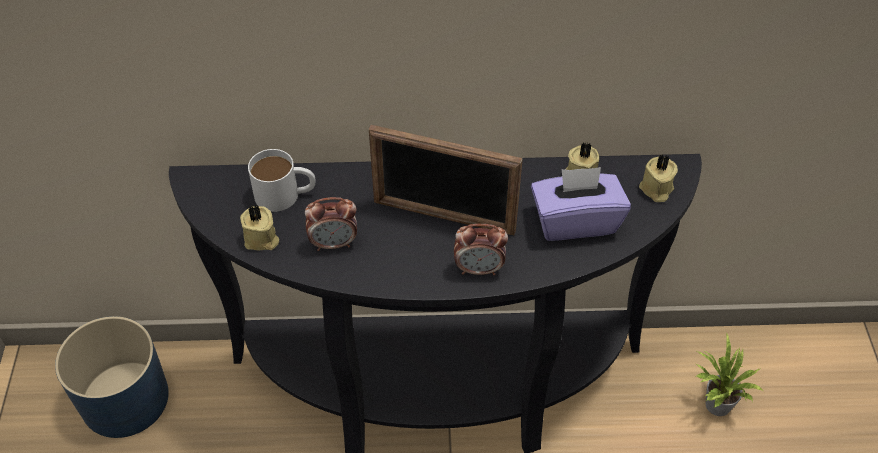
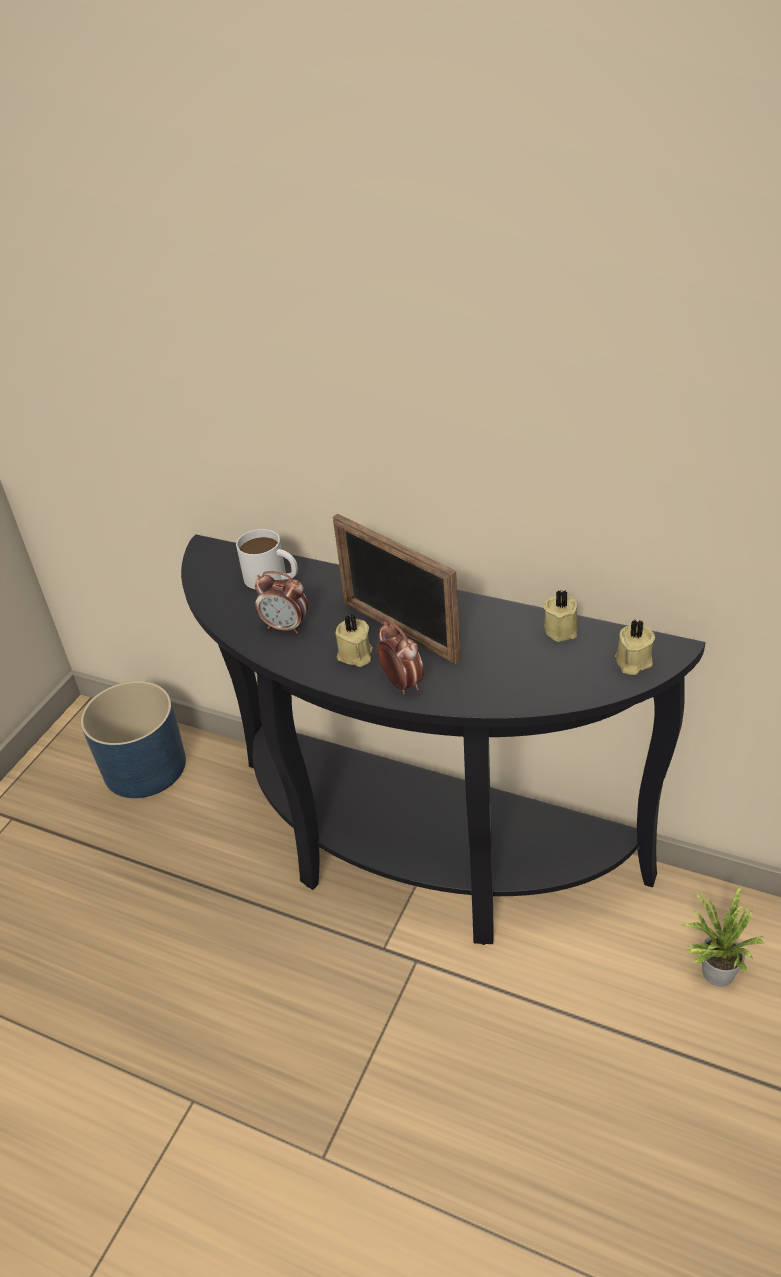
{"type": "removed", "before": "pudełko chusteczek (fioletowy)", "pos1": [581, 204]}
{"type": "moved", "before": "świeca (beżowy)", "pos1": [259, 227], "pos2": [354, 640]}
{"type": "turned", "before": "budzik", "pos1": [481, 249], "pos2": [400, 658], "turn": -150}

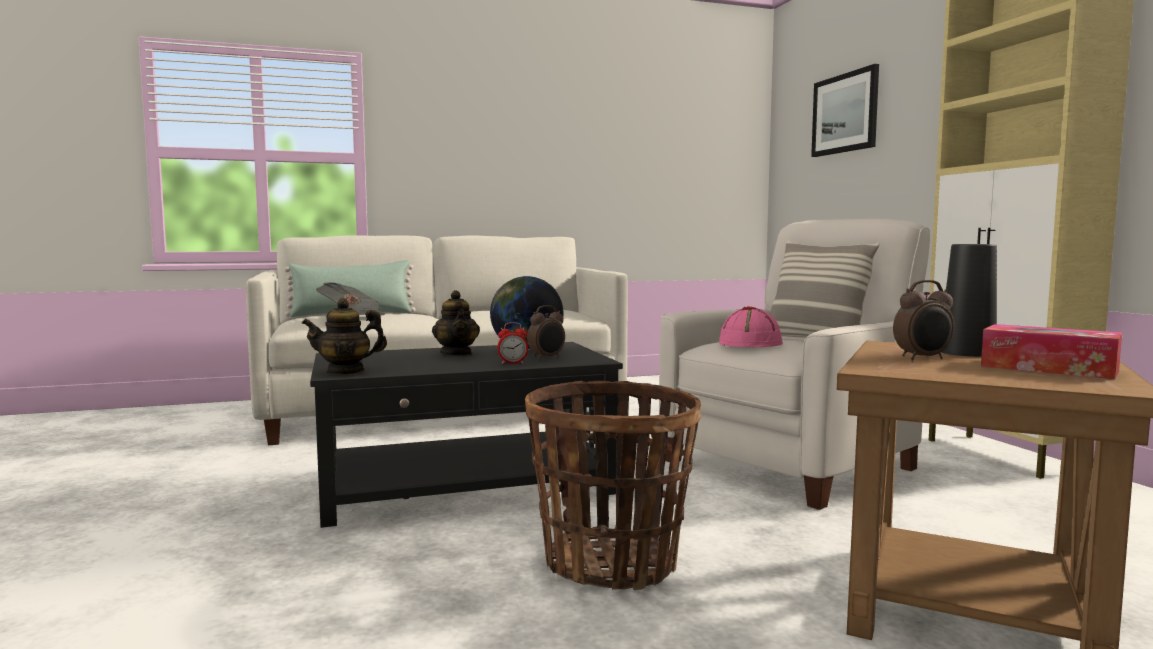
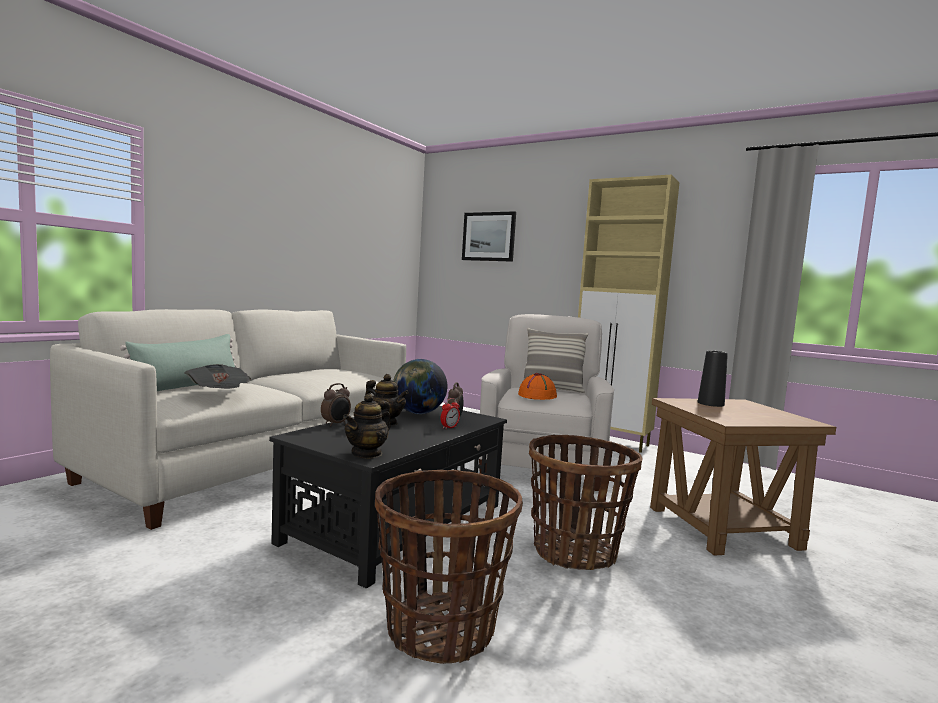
{"type": "removed", "before": "pudełko chusteczek", "pos1": [1051, 351]}
{"type": "added", "after": "koszyk", "pos2": [449, 567]}
{"type": "moved", "before": "budzik", "pos1": [924, 320], "pos2": [336, 404]}
{"type": "recoloured", "before": "kapelusz (różowy)", "after": "kapelusz (pomarańczowy)", "pos1": [751, 326], "pos2": [537, 386]}

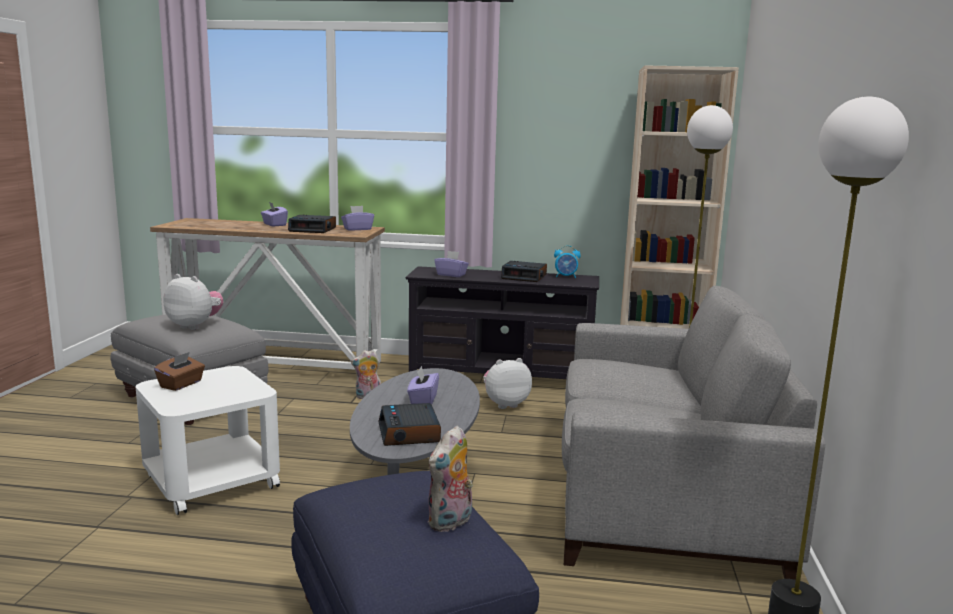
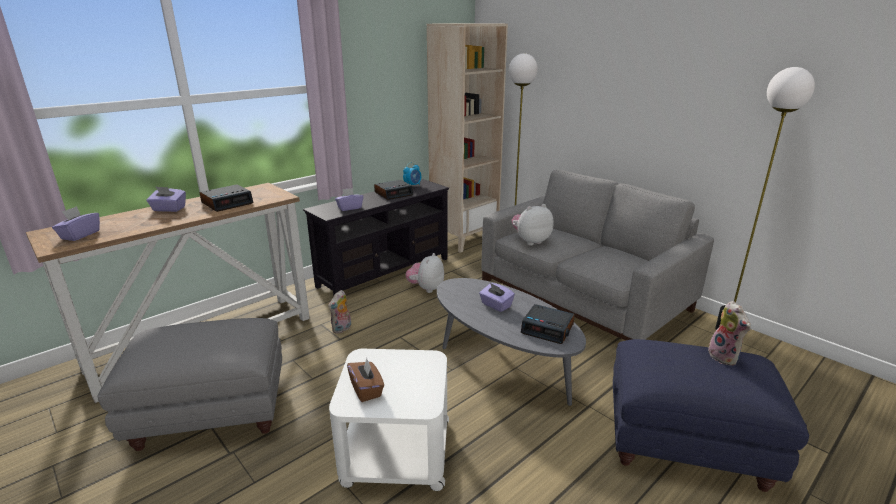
{"type": "moved", "before": "pluszak", "pos1": [193, 302], "pos2": [533, 224]}
{"type": "moved", "before": "pudełko chusteczek (fioletowy)", "pos1": [357, 218], "pos2": [76, 223]}

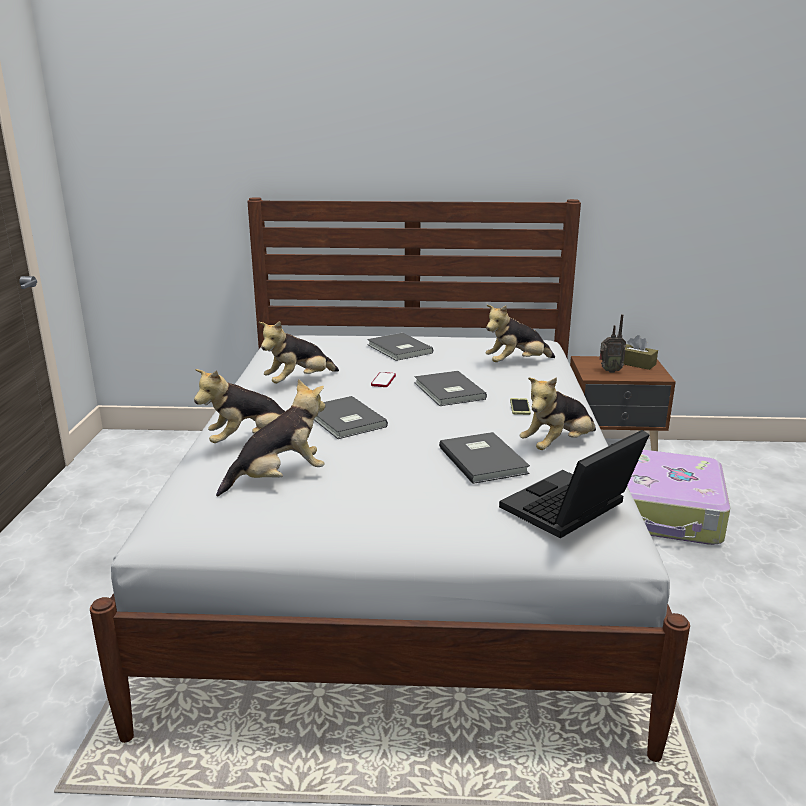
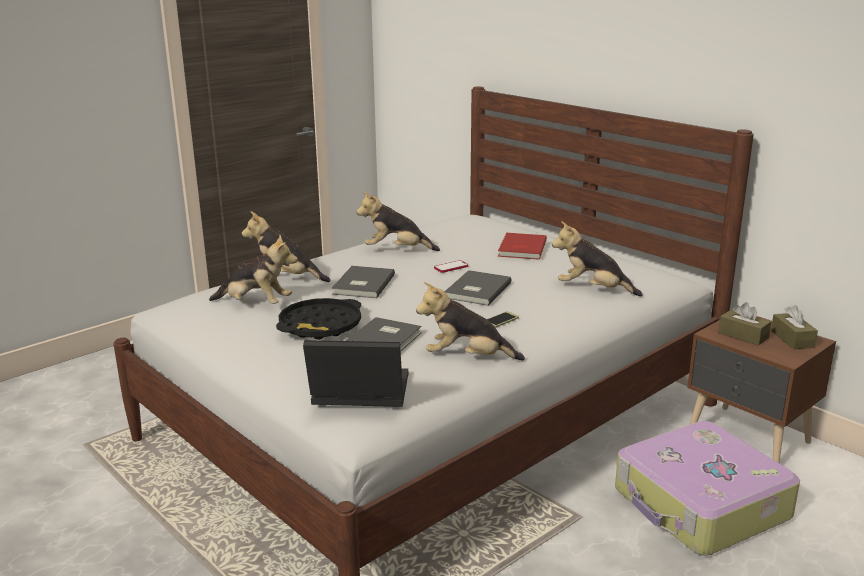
{"type": "added", "after": "taca (czarny)", "pos2": [318, 319]}
{"type": "replaced", "before": "radio", "after": "pudełko chusteczek (brązowy)", "pos1": [612, 343], "pos2": [744, 324]}
{"type": "recoloured", "before": "książka (szary)", "after": "książka (czerwony)", "pos1": [400, 347], "pos2": [522, 246]}

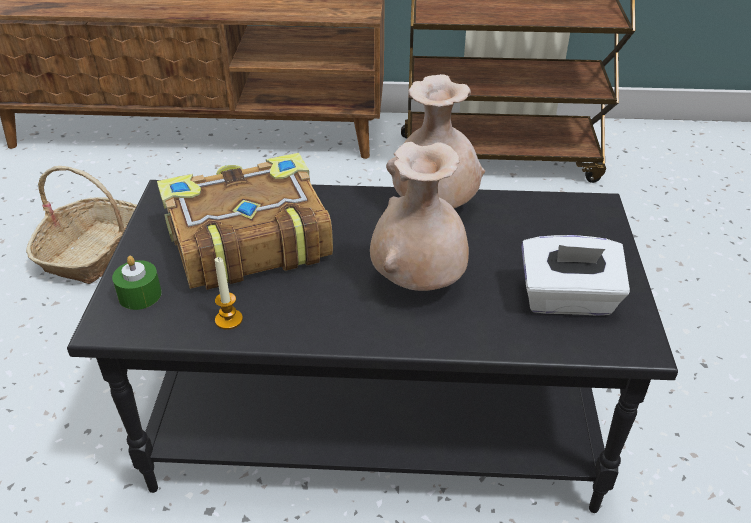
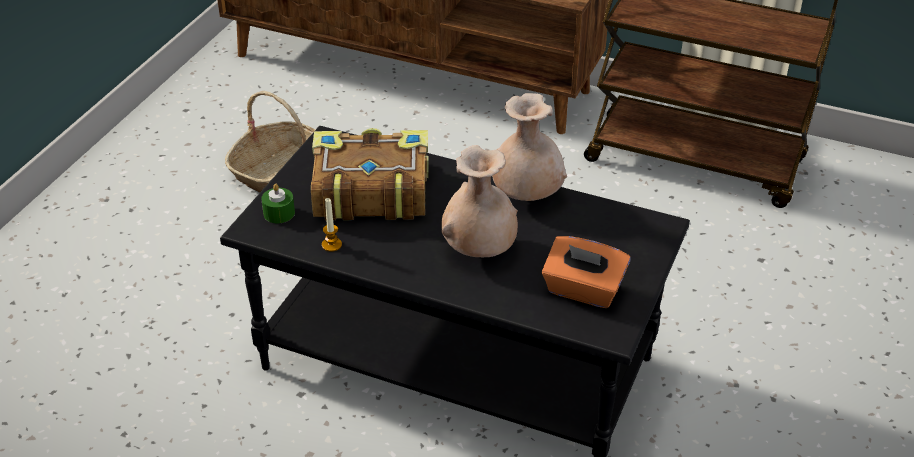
{"type": "recoloured", "before": "pudełko chusteczek (biały)", "after": "pudełko chusteczek (pomarańczowy)", "pos1": [575, 275], "pos2": [586, 272]}

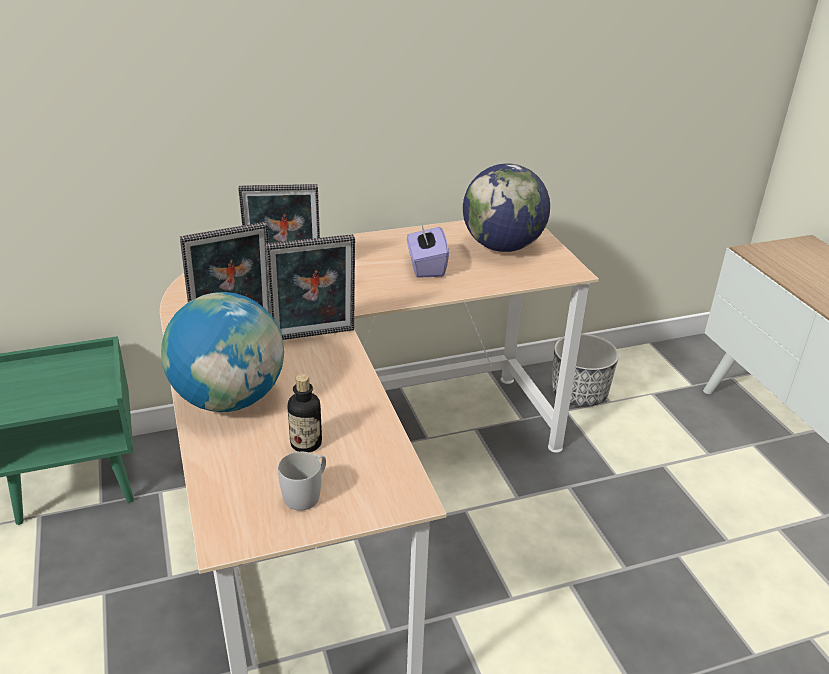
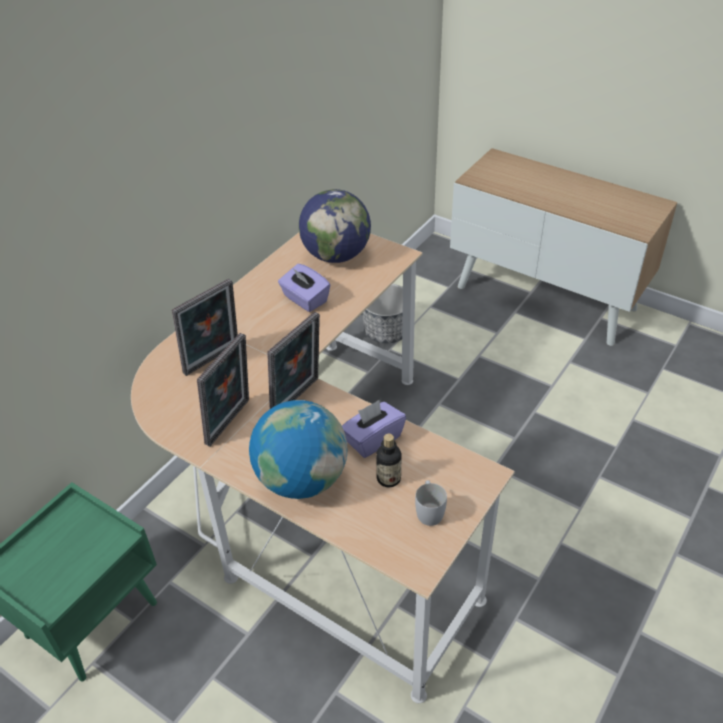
{"type": "added", "after": "pudełko chusteczek (fioletowy)", "pos2": [374, 429]}

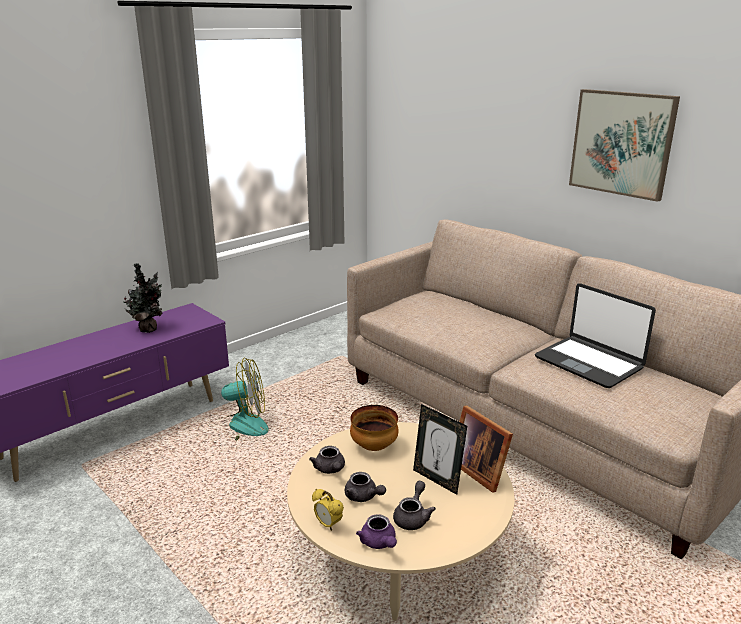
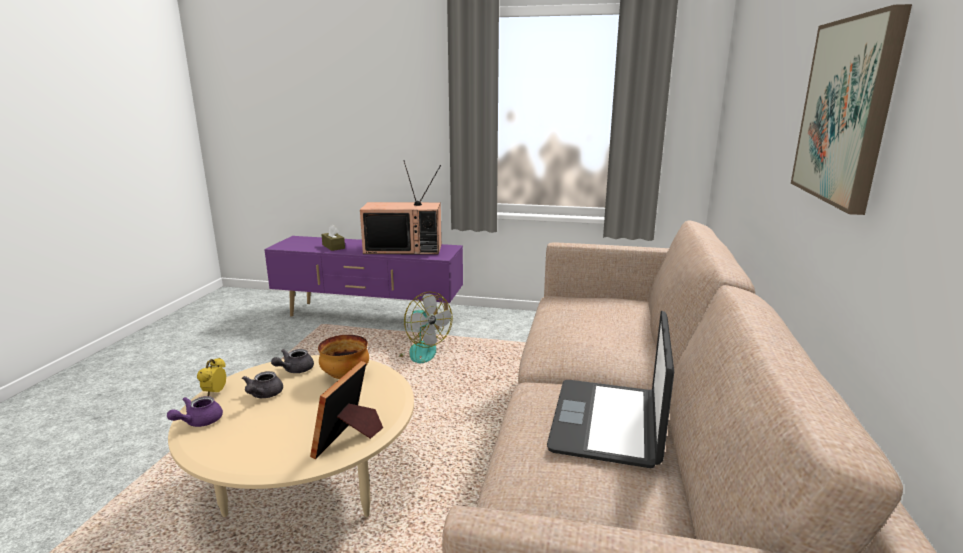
{"type": "removed", "before": "imbryk (szary)", "pos1": [414, 505]}
{"type": "removed", "before": "ramka na zdjęcie", "pos1": [440, 449]}
{"type": "added", "after": "pudełko chusteczek (brązowy)", "pos2": [333, 238]}
{"type": "replaced", "before": "roślina doniczkowa", "after": "telewizor", "pos1": [142, 298], "pos2": [401, 207]}

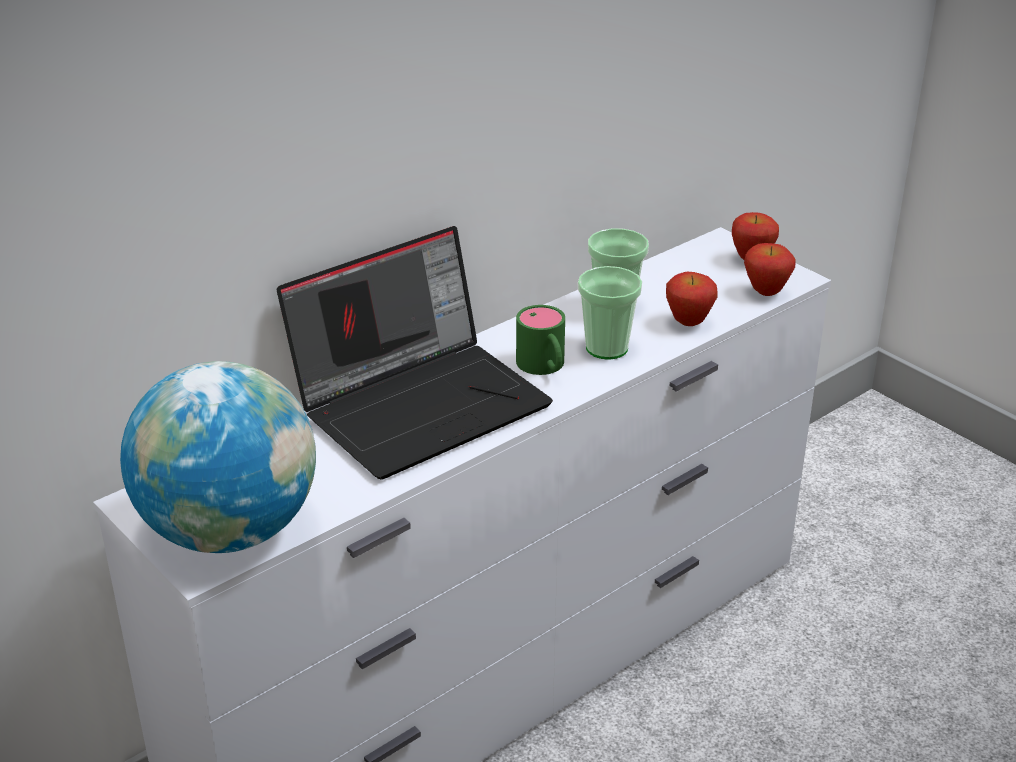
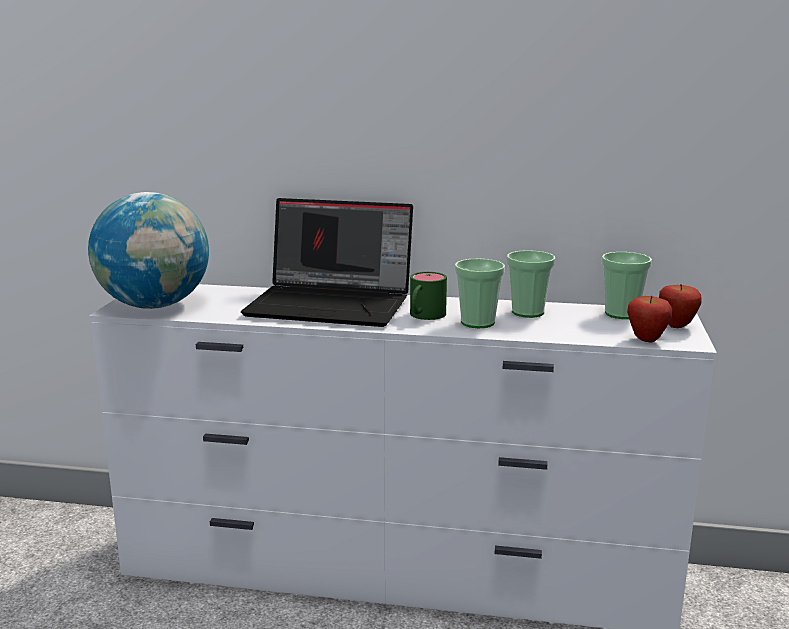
{"type": "removed", "before": "jabłko", "pos1": [691, 299]}
{"type": "added", "after": "filiżanka", "pos2": [626, 285]}

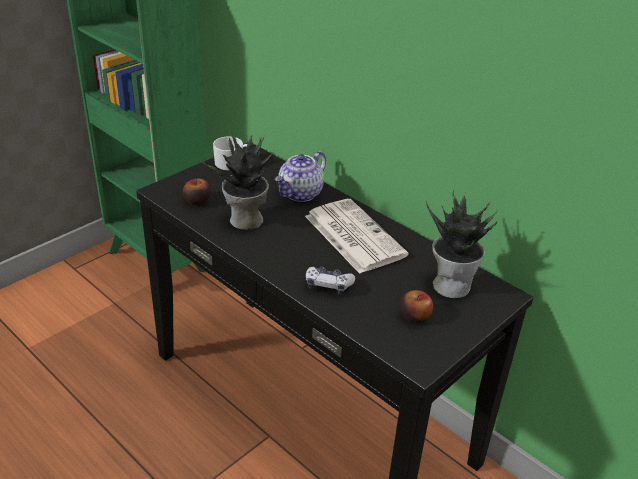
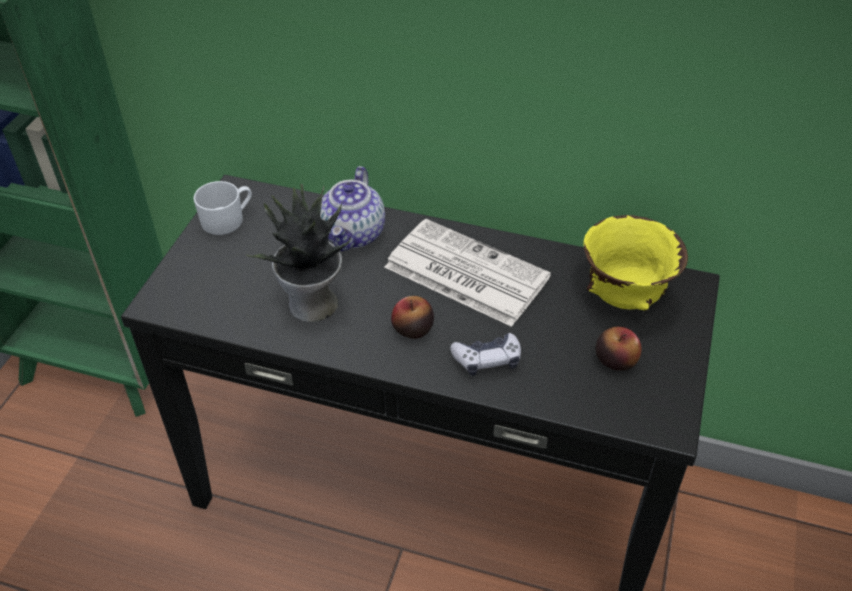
{"type": "moved", "before": "jabłko", "pos1": [197, 192], "pos2": [412, 317]}
{"type": "replaced", "before": "roślina doniczkowa", "after": "miska (żółty)", "pos1": [462, 244], "pos2": [635, 262]}

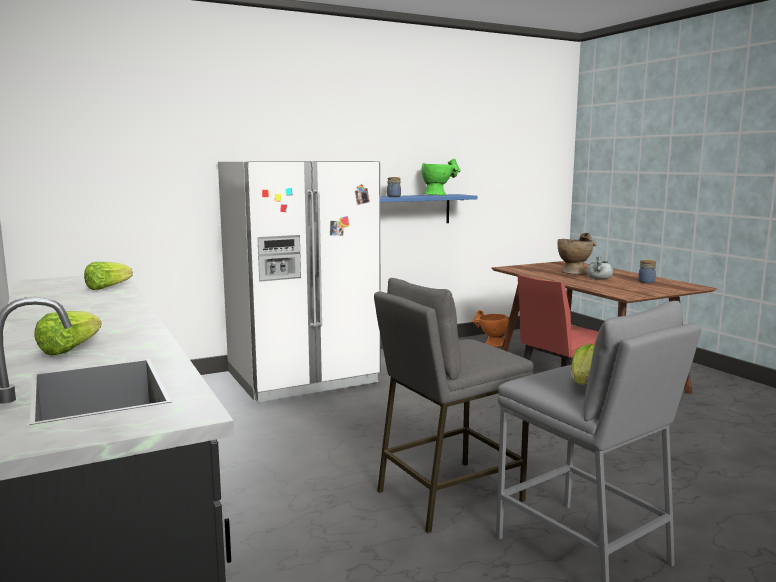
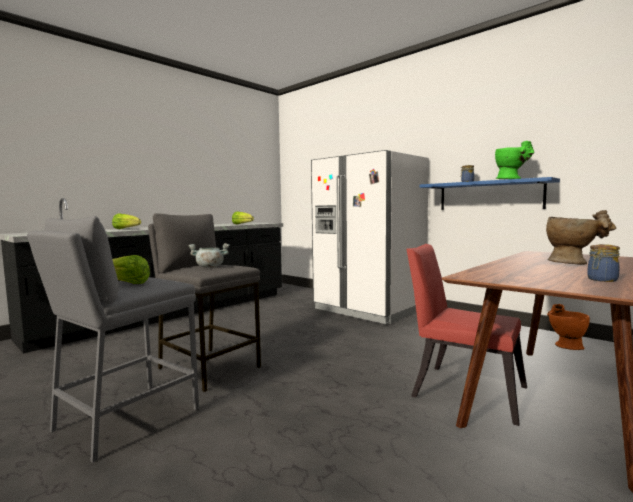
{"type": "moved", "before": "garnek (szary)", "pos1": [599, 268], "pos2": [209, 255]}

